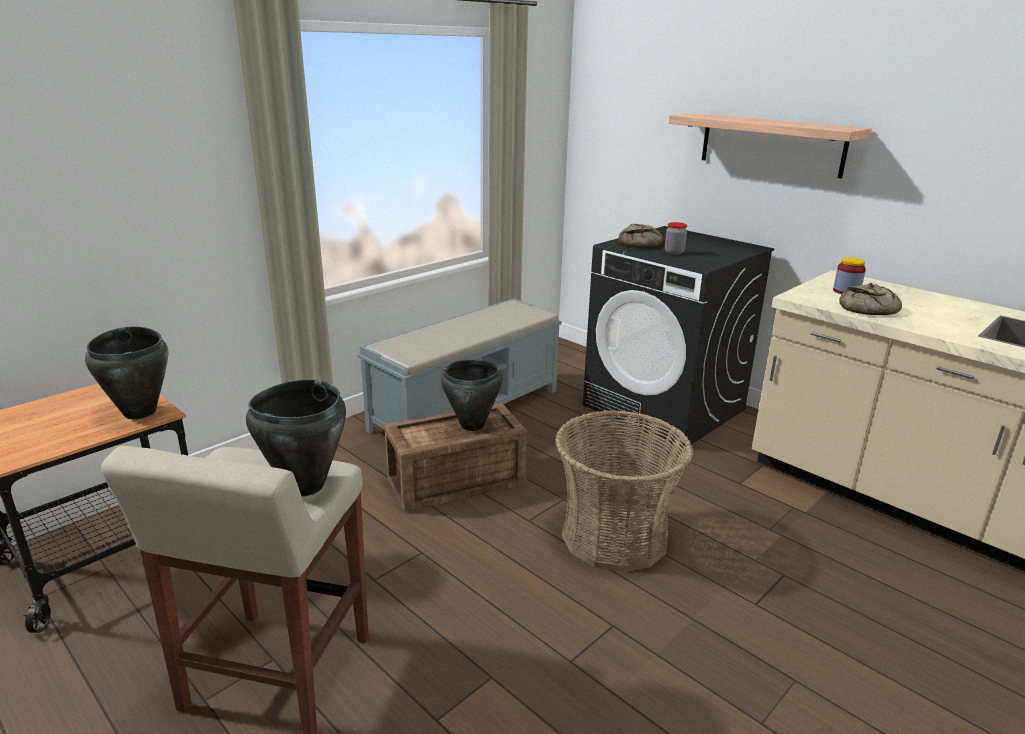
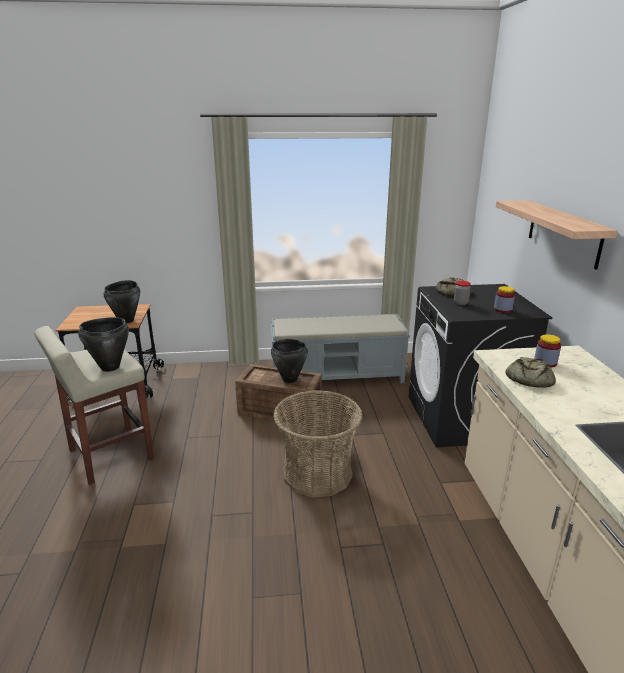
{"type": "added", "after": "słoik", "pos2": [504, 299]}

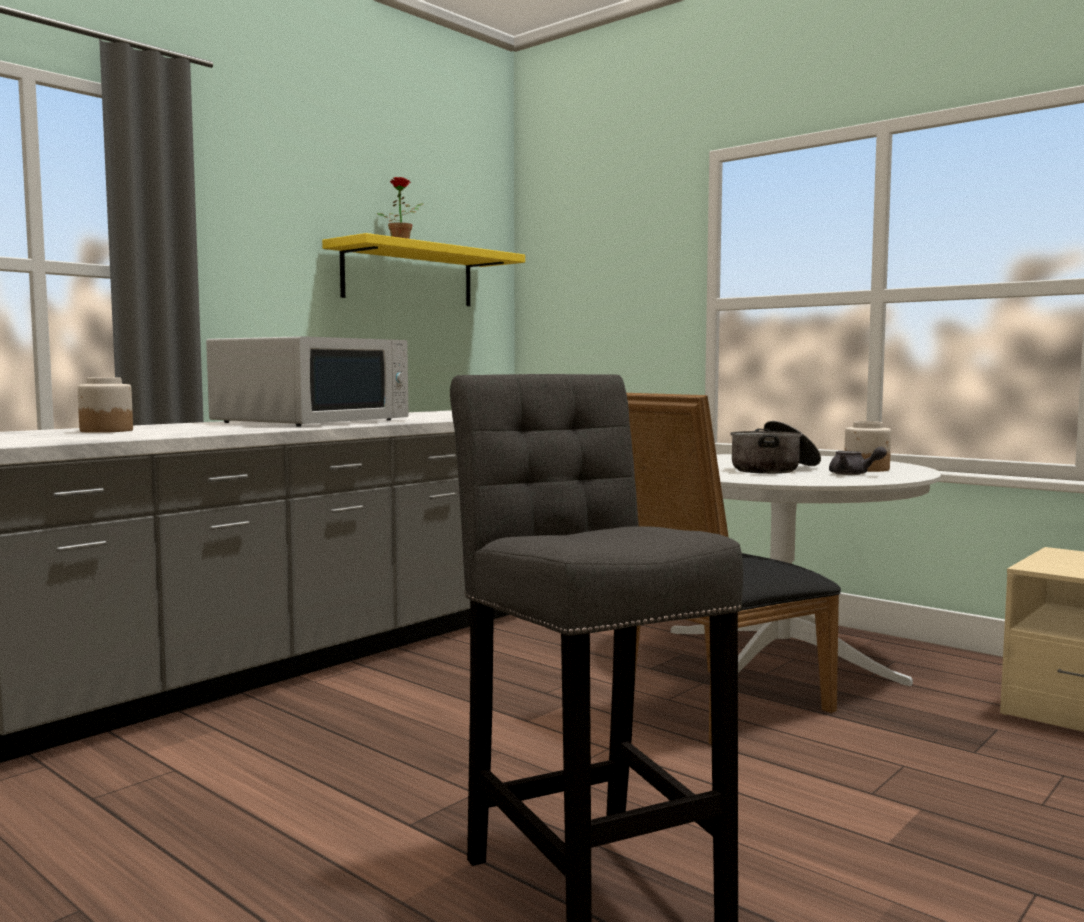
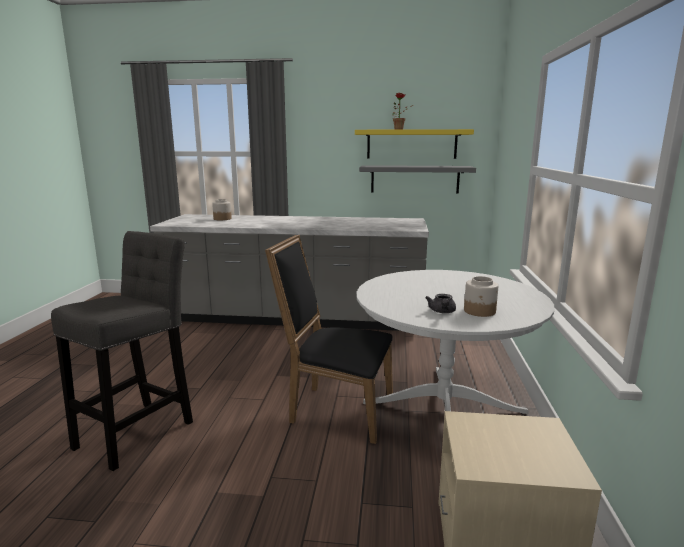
{"type": "removed", "before": "mikrofalówka (biały)", "pos1": [307, 381]}
{"type": "removed", "before": "garnek", "pos1": [775, 447]}
{"type": "added", "after": "półka (szary)", "pos2": [417, 179]}

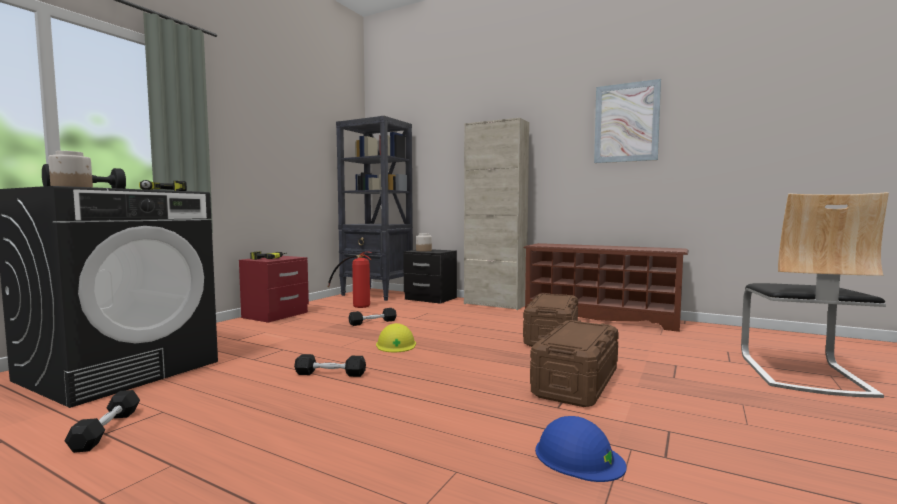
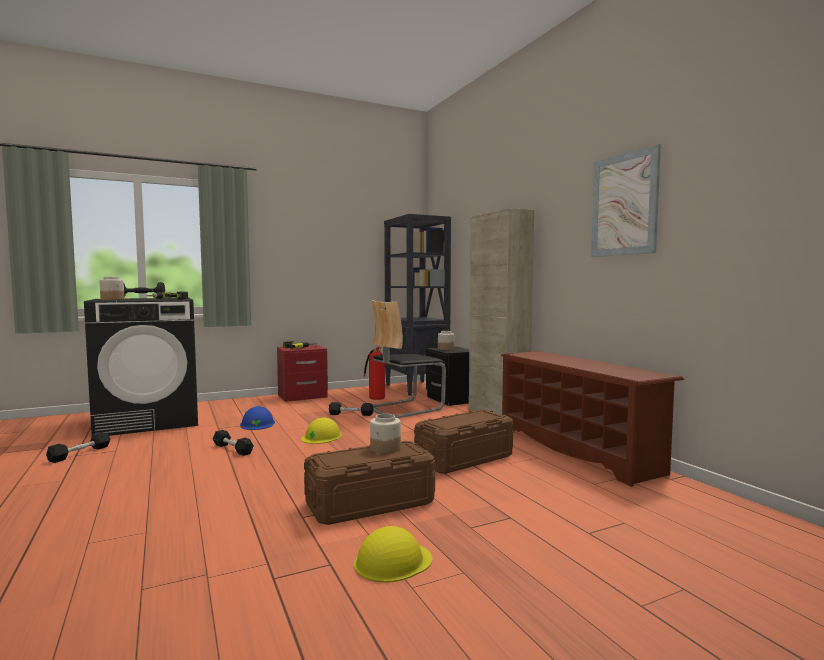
{"type": "added", "after": "kask (żółty)", "pos2": [393, 554]}
{"type": "added", "after": "słoik", "pos2": [385, 433]}
{"type": "moved", "before": "kask (niebieski)", "pos1": [581, 449], "pos2": [257, 418]}
{"type": "moved", "before": "krzesło", "pos1": [815, 295], "pos2": [409, 359]}

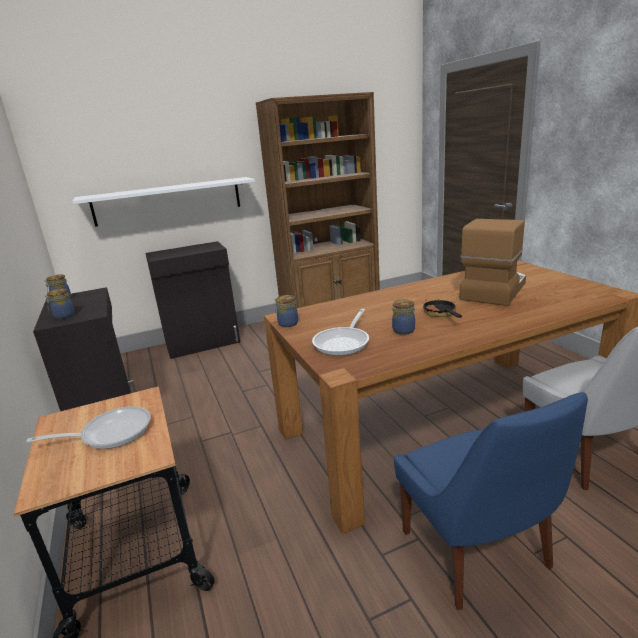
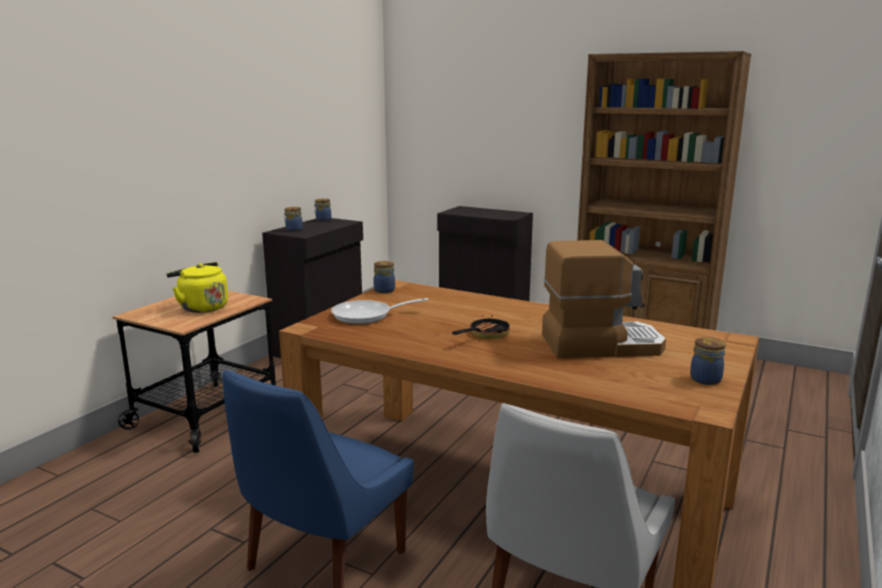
{"type": "removed", "before": "półka (biały)", "pos1": [163, 202]}
{"type": "moved", "before": "słoik", "pos1": [403, 317], "pos2": [708, 361]}
{"type": "replaced", "before": "patelnia", "after": "czajnik (żółty)", "pos1": [88, 427], "pos2": [197, 287]}

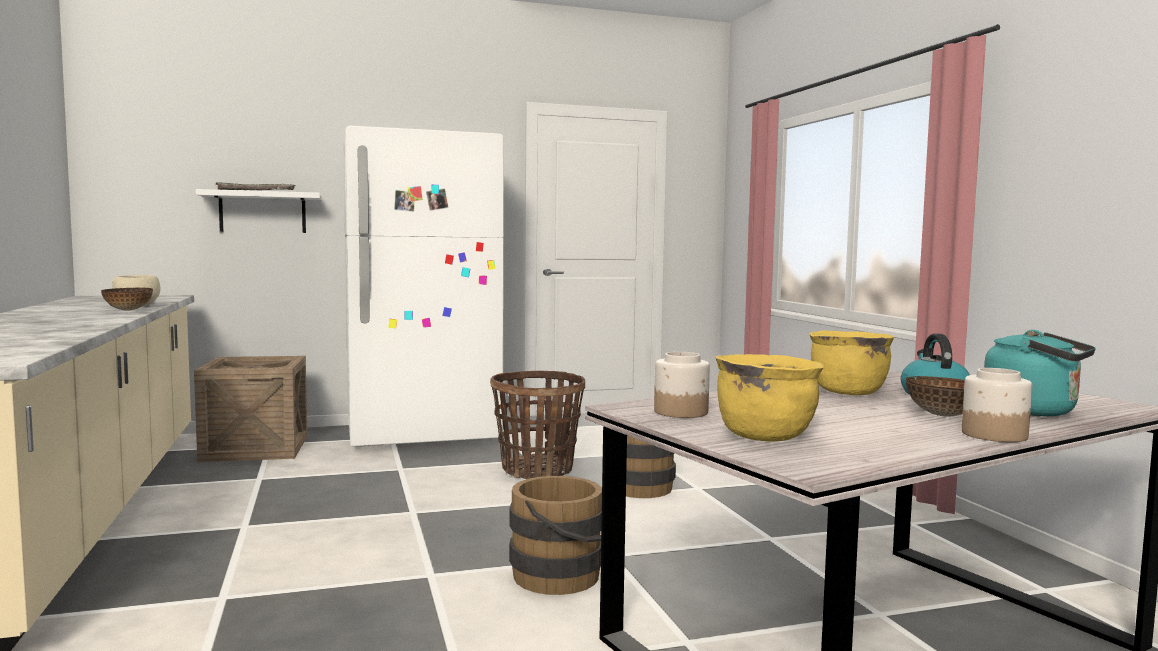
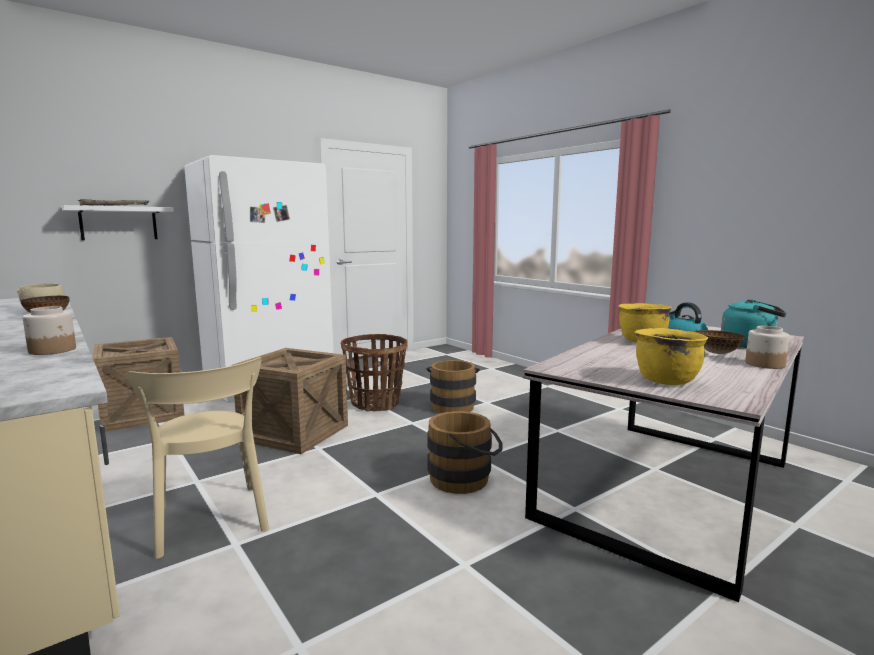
{"type": "added", "after": "krzesło (beżowy)", "pos2": [198, 458]}
{"type": "added", "after": "skrzynka", "pos2": [290, 401]}
{"type": "moved", "before": "słoik", "pos1": [682, 385], "pos2": [49, 330]}

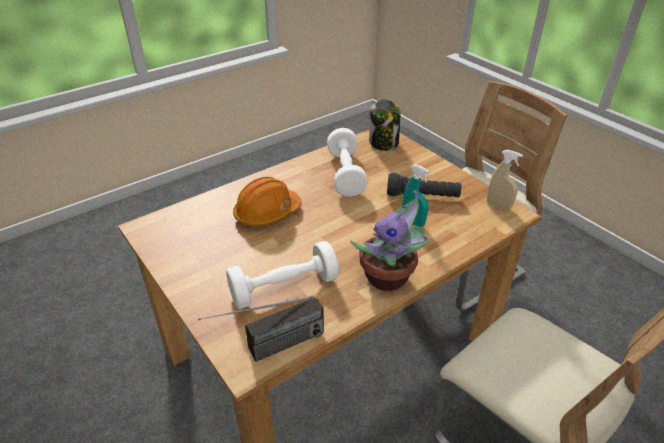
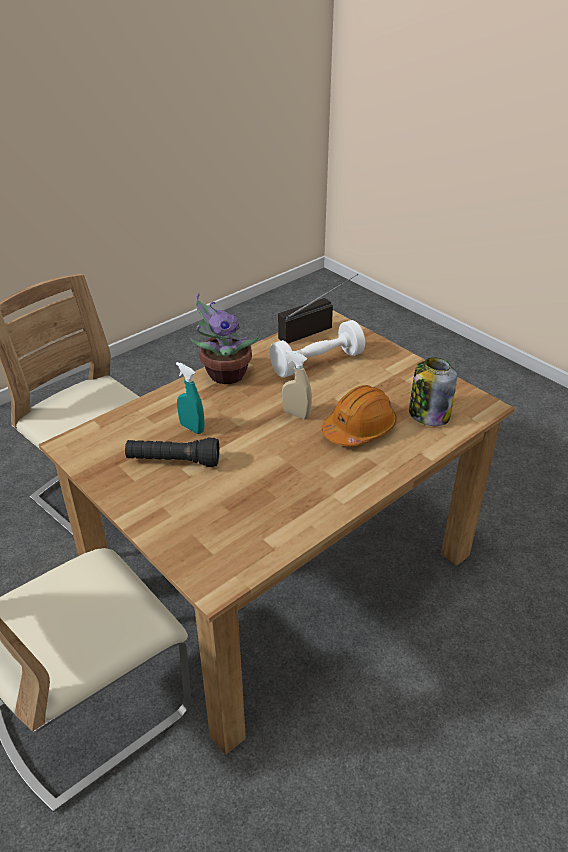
{"type": "removed", "before": "hantel (biały)", "pos1": [347, 162]}
{"type": "moved", "before": "słoik", "pos1": [384, 125], "pos2": [433, 391]}
{"type": "moved", "before": "spryskiwacz (beżowy)", "pos1": [505, 179], "pos2": [297, 385]}

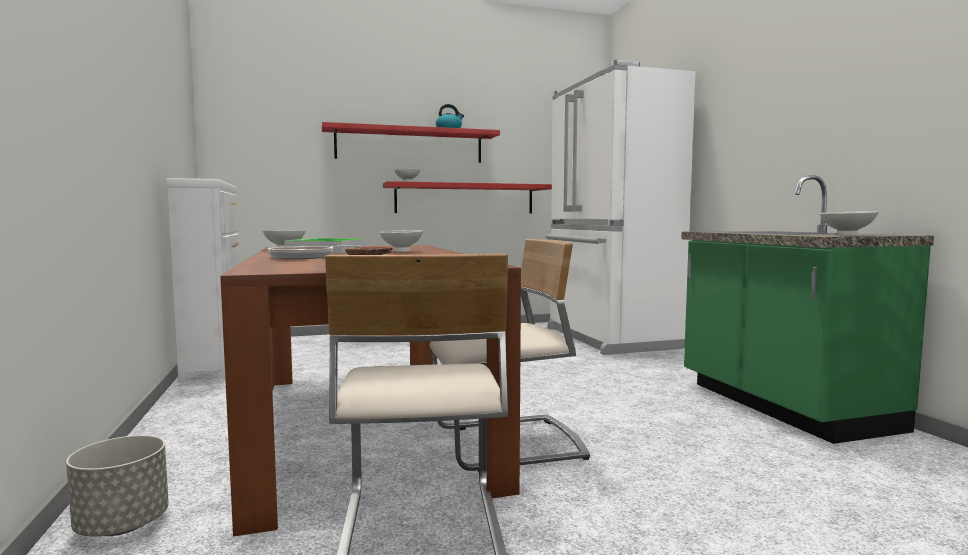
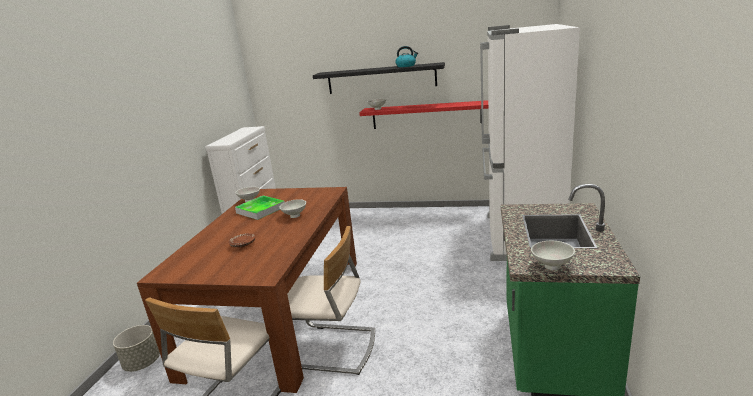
{"type": "removed", "before": "patelnia", "pos1": [315, 252]}
{"type": "recoloured", "before": "półka (czerwony)", "after": "półka (czarny)", "pos1": [411, 142], "pos2": [379, 78]}

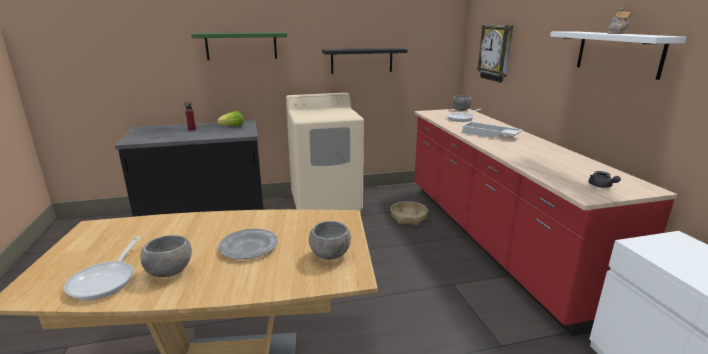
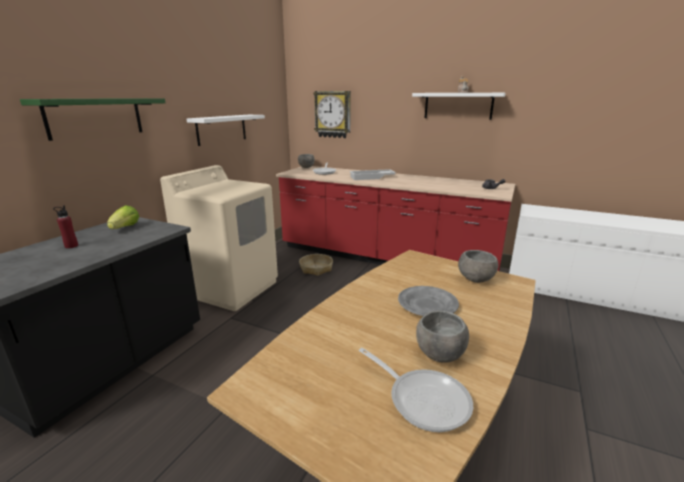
{"type": "recoloured", "before": "półka (czarny)", "after": "półka (biały)", "pos1": [364, 61], "pos2": [225, 130]}

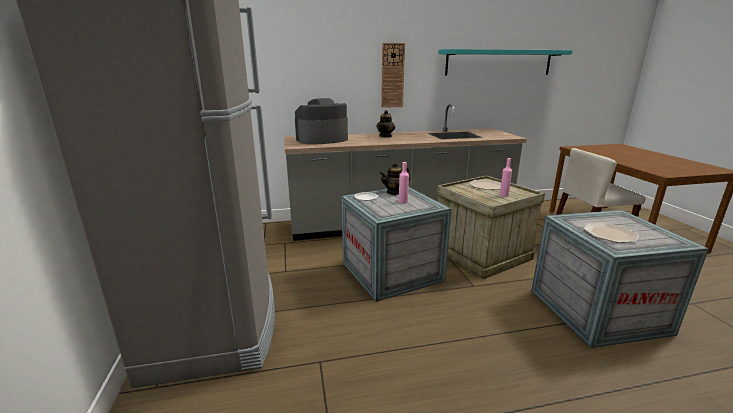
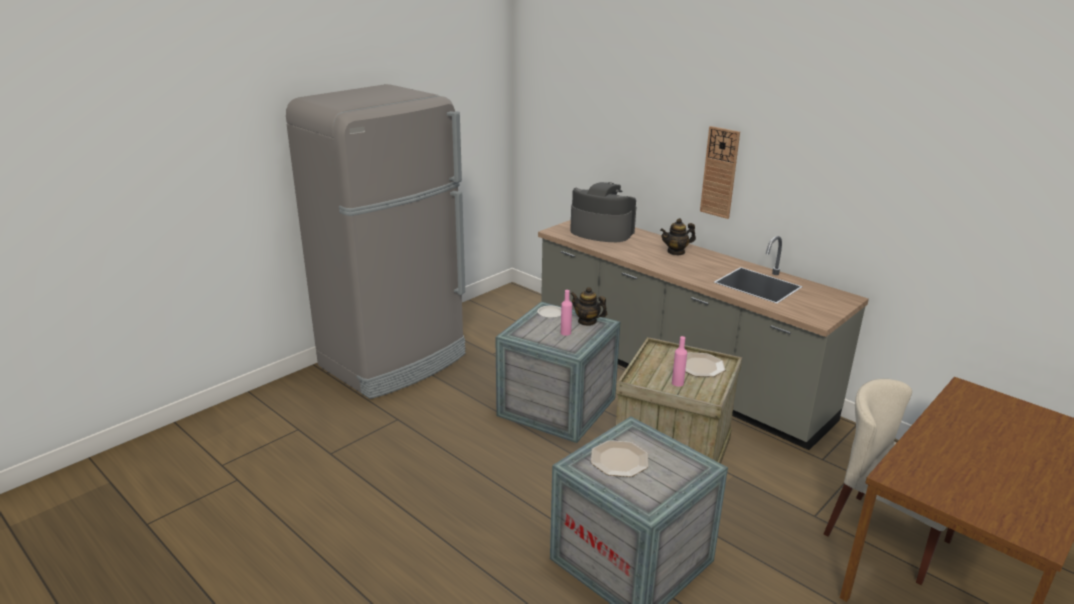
{"type": "removed", "before": "półka (turkusowy)", "pos1": [505, 62]}

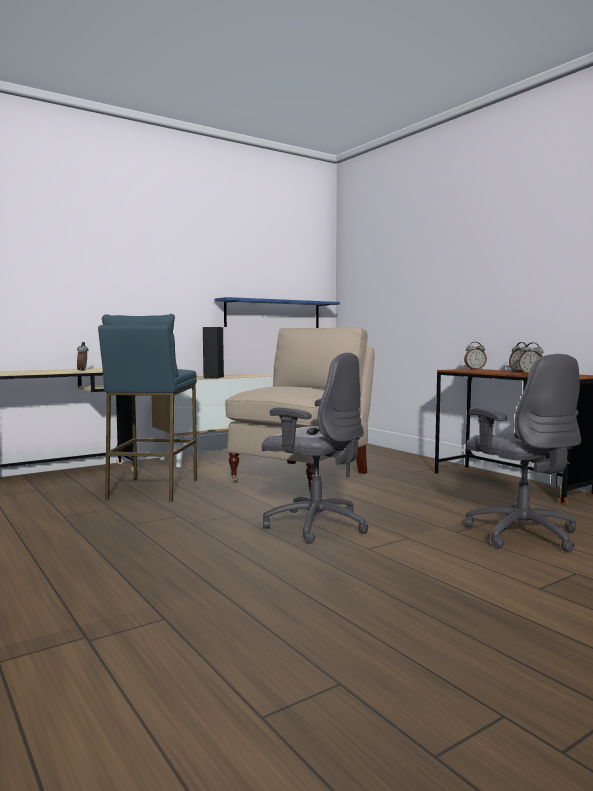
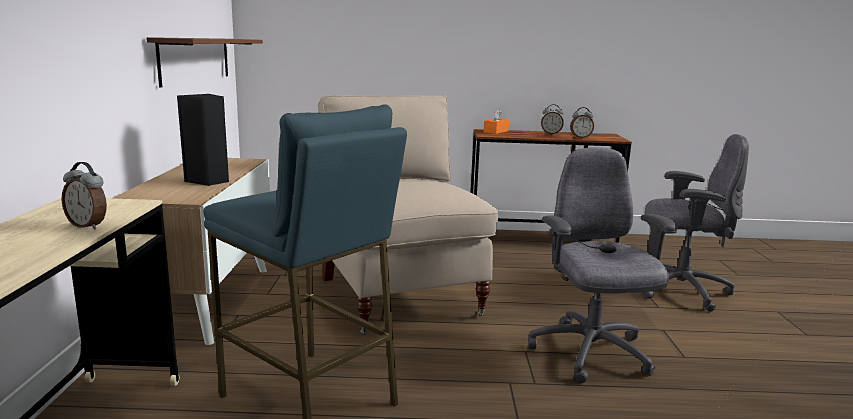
{"type": "replaced", "before": "budzik", "after": "pudełko chusteczek (pomarańczowy)", "pos1": [475, 356], "pos2": [496, 121]}
{"type": "recoloured", "before": "półka (niebieski)", "after": "półka (brązowy)", "pos1": [277, 312], "pos2": [204, 62]}
{"type": "turned", "before": "krzesło biurowe (szary)", "pos1": [315, 448], "pos2": [603, 265], "turn": -75}

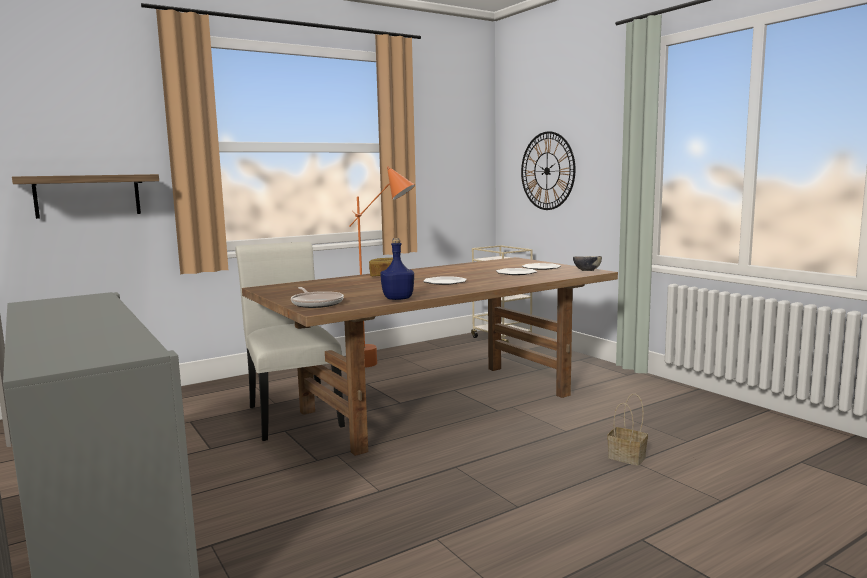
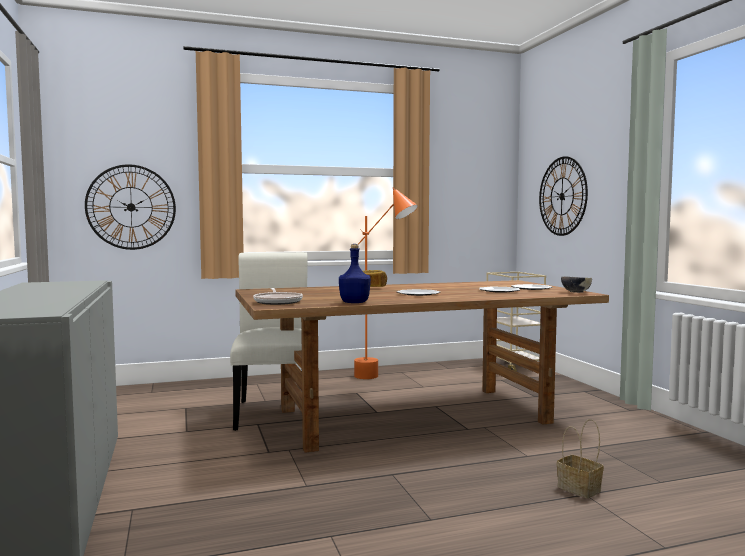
{"type": "replaced", "before": "półka", "after": "zegar ścienny", "pos1": [85, 196], "pos2": [130, 207]}

